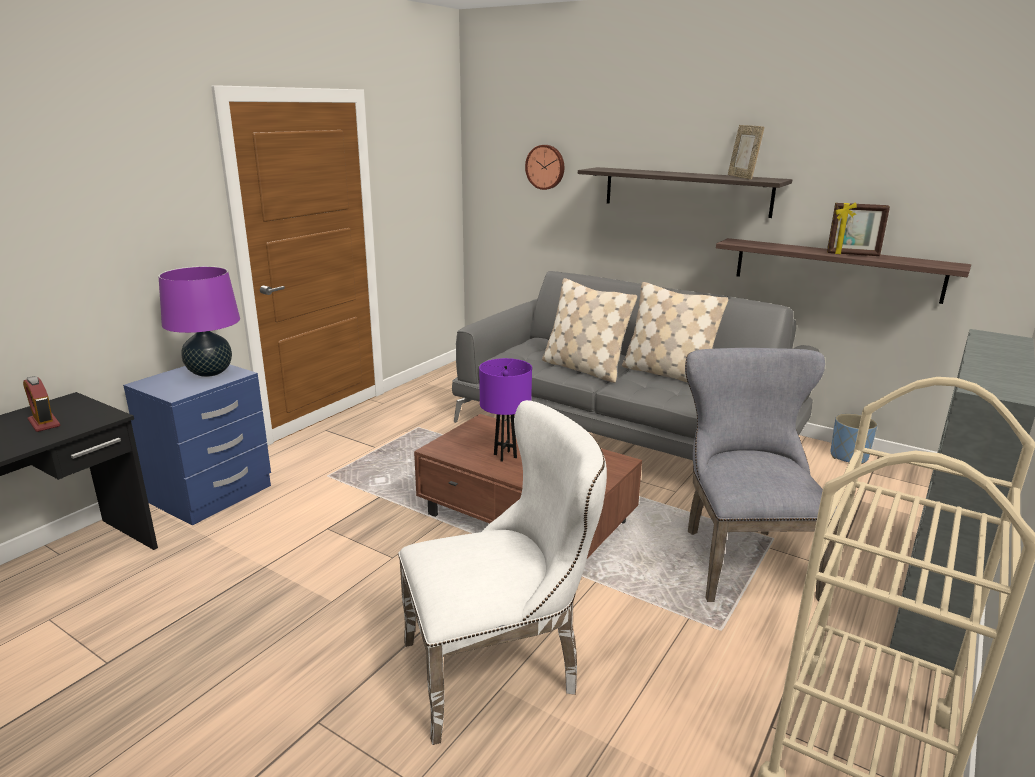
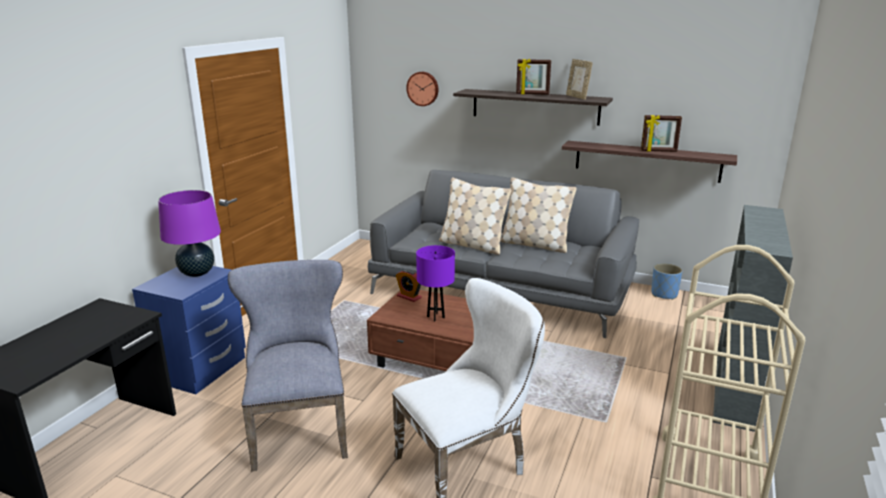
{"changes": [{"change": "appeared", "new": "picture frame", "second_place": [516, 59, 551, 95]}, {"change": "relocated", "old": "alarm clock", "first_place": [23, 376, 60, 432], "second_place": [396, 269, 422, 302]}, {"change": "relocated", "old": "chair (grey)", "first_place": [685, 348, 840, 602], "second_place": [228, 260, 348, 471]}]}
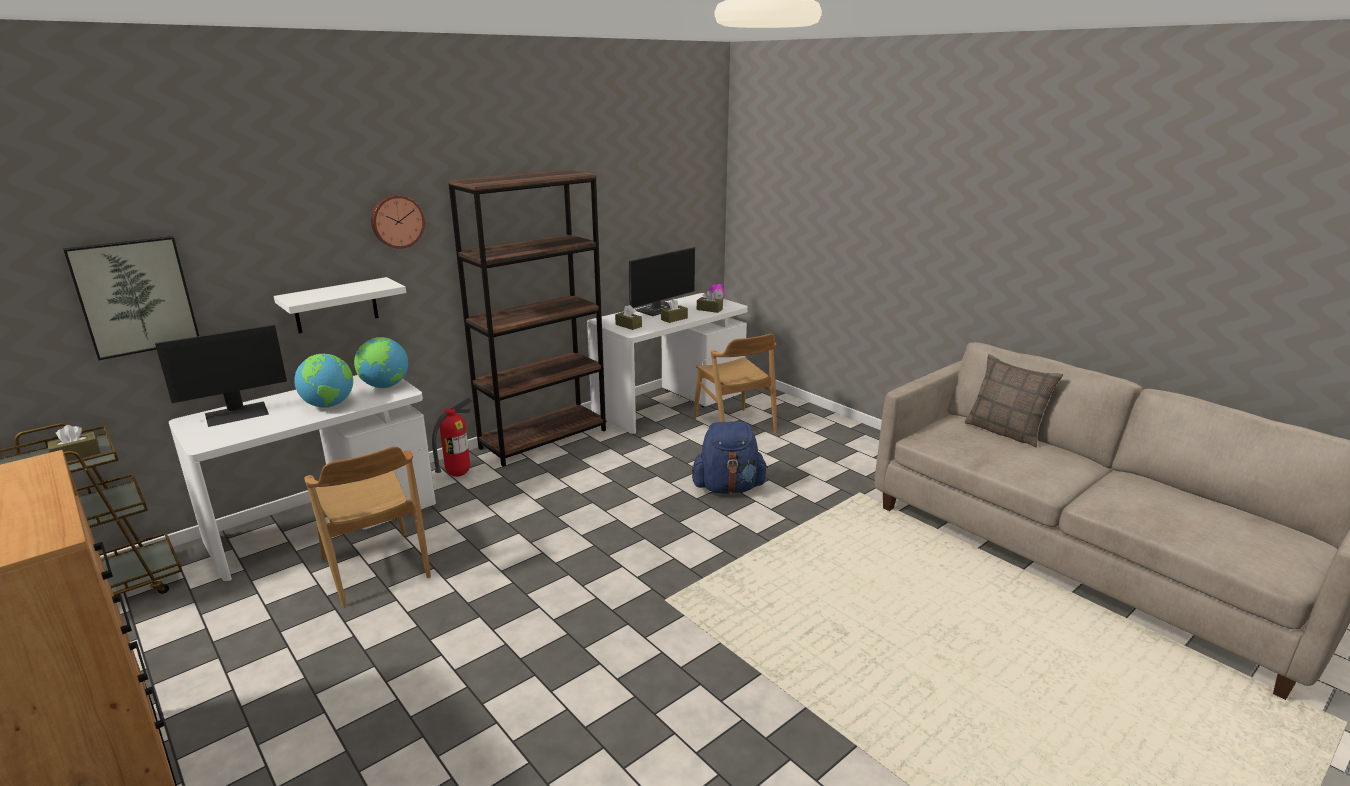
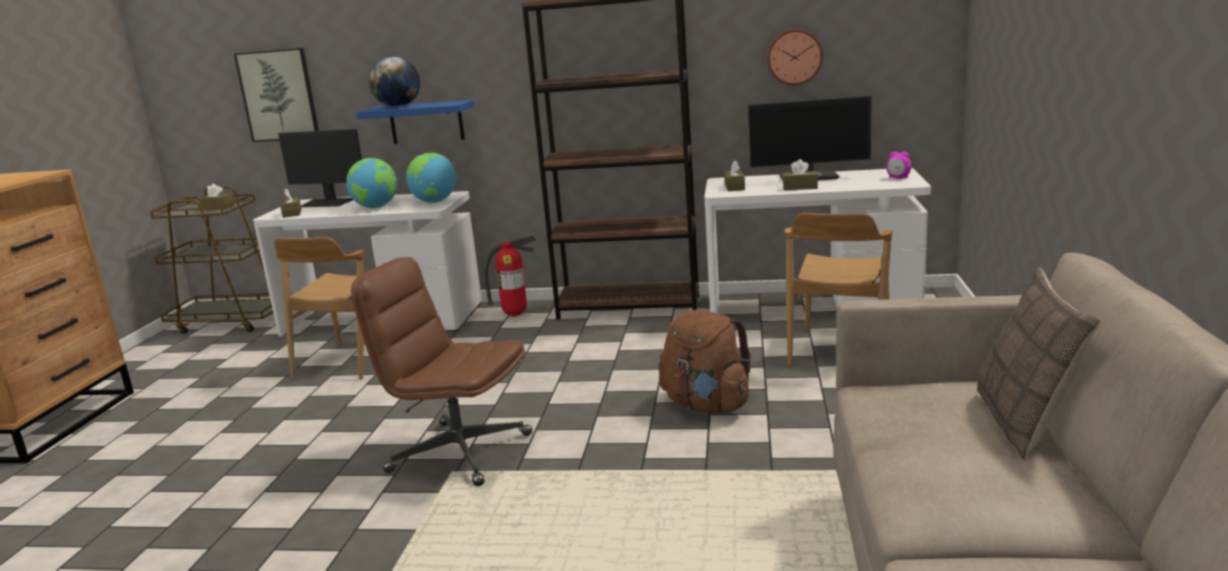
{"changes": [{"change": "appeared", "new": "office chair (brown)", "second_place": [351, 257, 533, 486]}, {"change": "appeared", "new": "globe", "second_place": [369, 56, 420, 107]}, {"change": "relocated", "old": "wall clock", "first_place": [371, 195, 425, 249], "second_place": [767, 29, 823, 86]}, {"change": "relocated", "old": "tissue box (brown)", "first_place": [697, 290, 723, 313], "second_place": [280, 189, 301, 218]}, {"change": "colour", "old": "shelf (white)", "new": "shelf (blue)", "first_place": [274, 277, 406, 333], "second_place": [356, 100, 474, 144]}, {"change": "colour", "old": "backpack (blue)", "new": "backpack (brown)", "first_place": [692, 421, 768, 494], "second_place": [659, 310, 752, 413]}]}
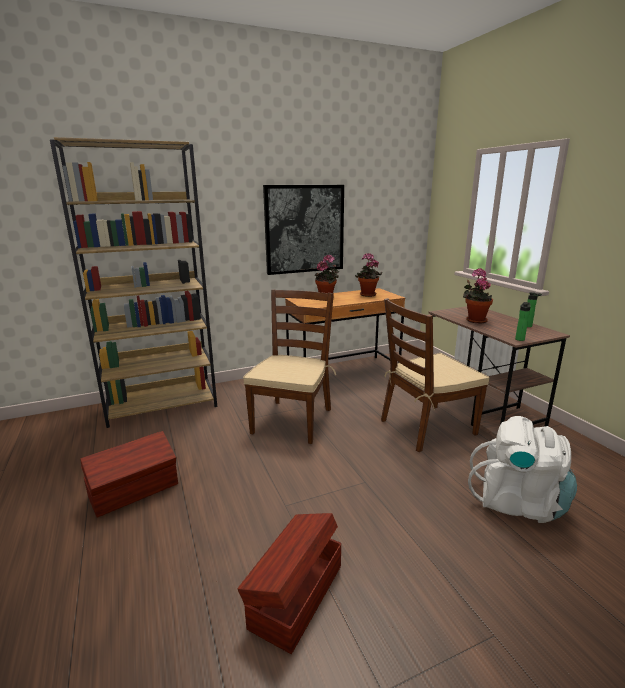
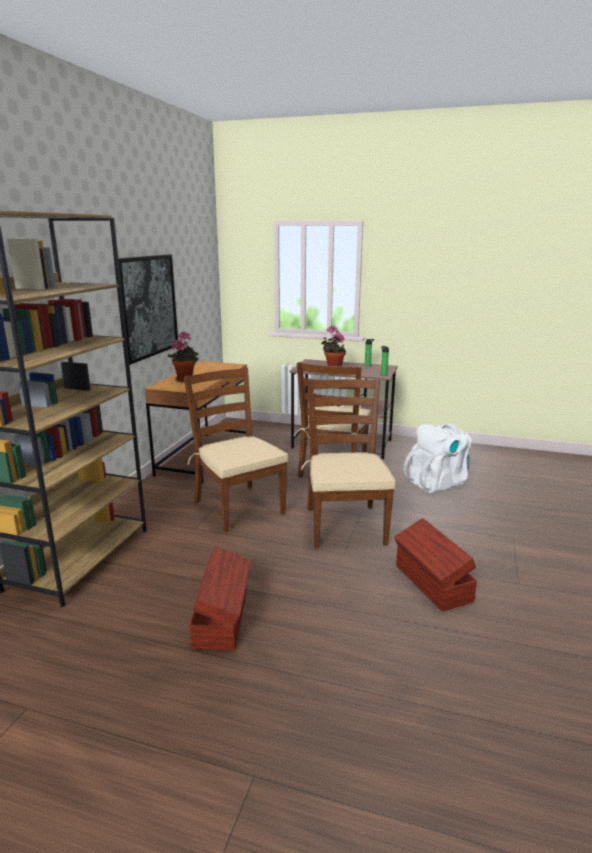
{"changes": [{"change": "missing", "old": "potted plant", "first_place": [355, 253, 383, 297]}, {"change": "appeared", "new": "chair (brown)", "second_place": [301, 379, 396, 548]}]}
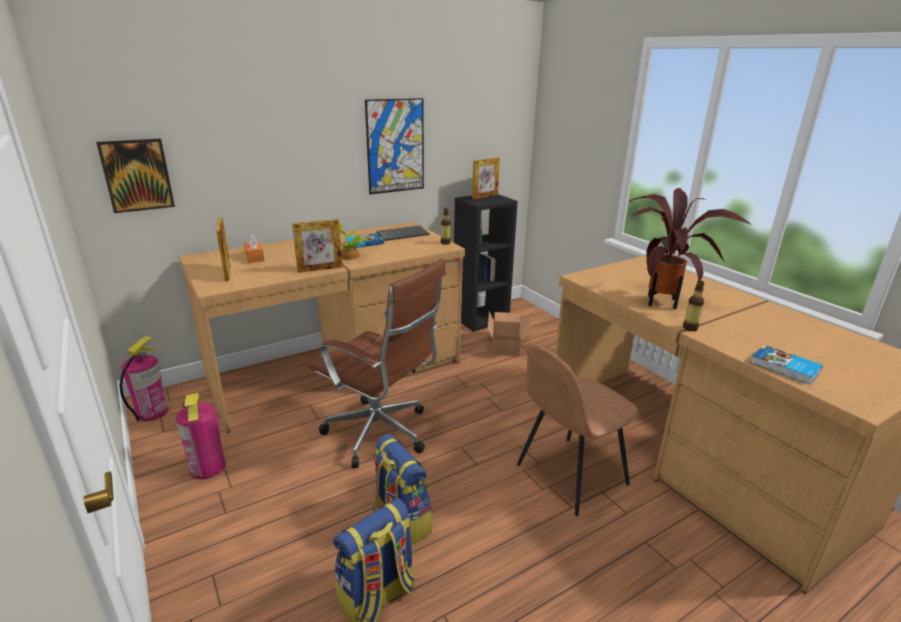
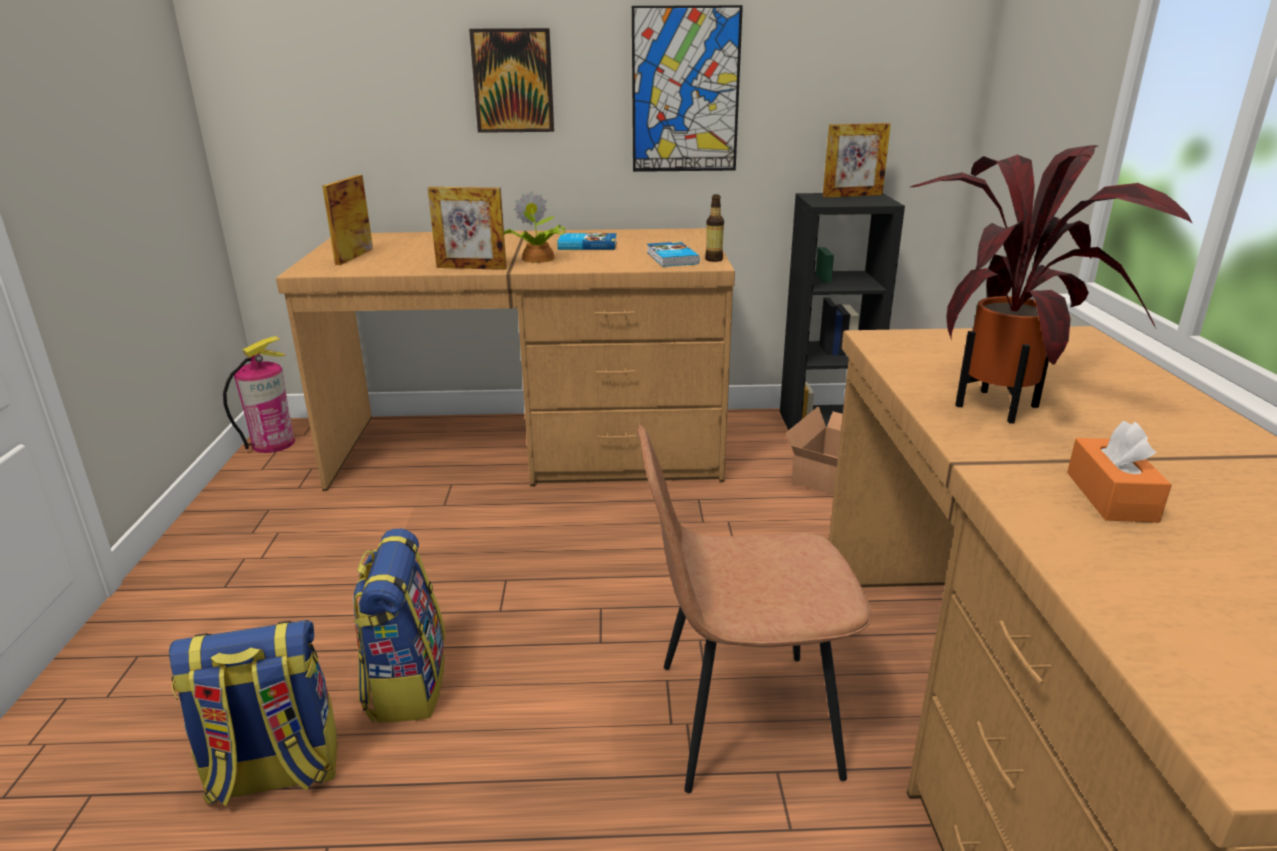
{"changes": [{"change": "missing", "old": "fire extinguisher", "first_place": [175, 393, 226, 480]}, {"change": "missing", "old": "office chair (brown)", "first_place": [309, 259, 446, 468]}, {"change": "missing", "old": "keyboard", "first_place": [377, 225, 429, 241]}, {"change": "missing", "old": "bottle", "first_place": [683, 280, 704, 331]}, {"change": "relocated", "old": "picture", "first_place": [96, 139, 175, 213], "second_place": [469, 28, 554, 133]}, {"change": "relocated", "old": "tissue box (orange)", "first_place": [244, 234, 265, 263], "second_place": [1067, 421, 1172, 523]}, {"change": "relocated", "old": "book", "first_place": [750, 345, 823, 384], "second_place": [647, 242, 700, 267]}]}
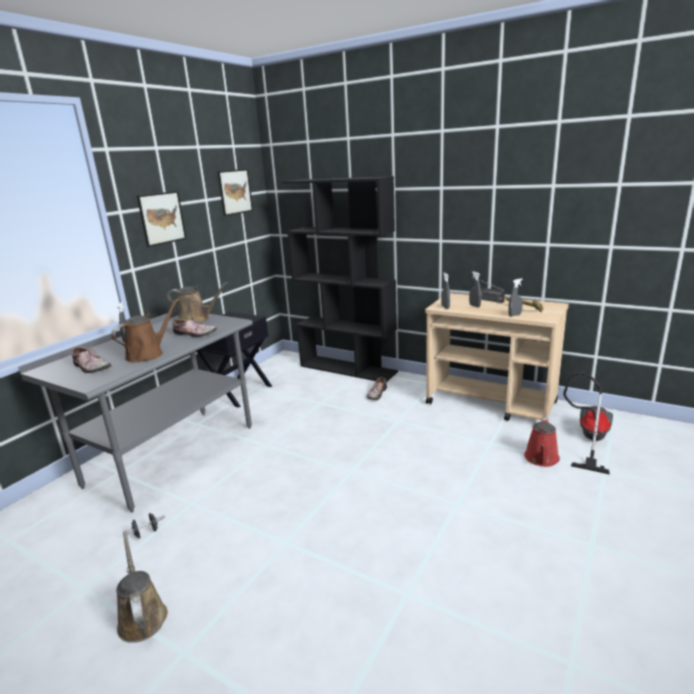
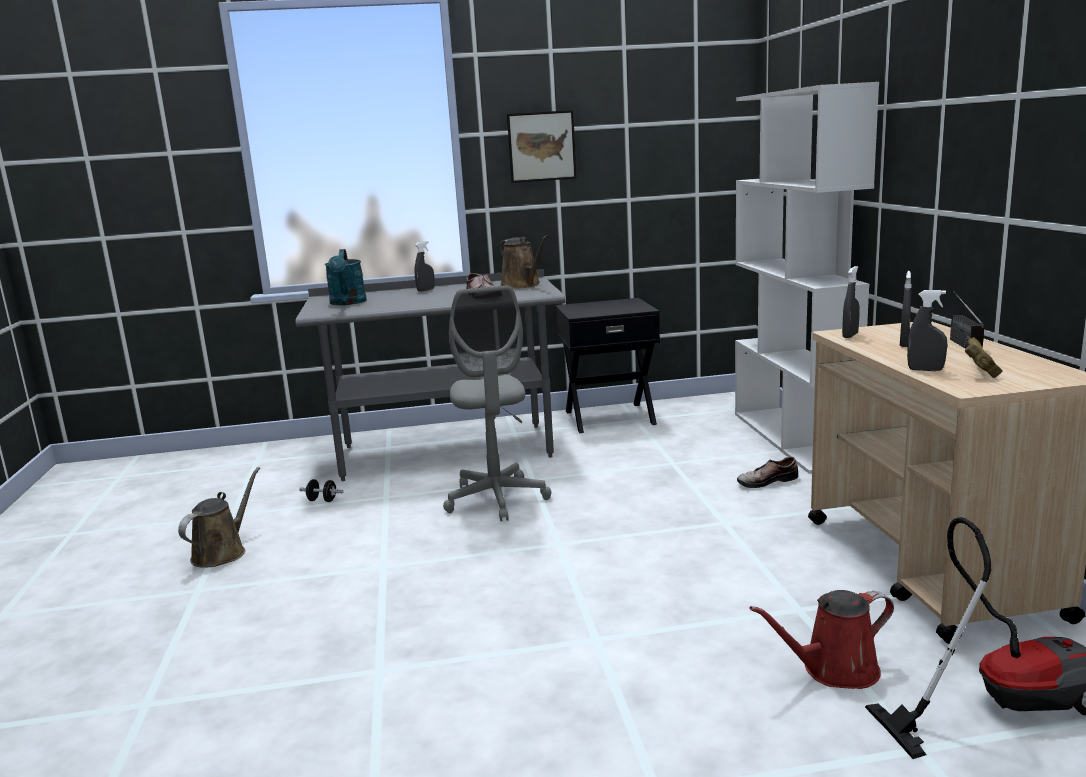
{"changes": [{"change": "missing", "old": "watering can (brown)", "first_place": [111, 299, 179, 362]}, {"change": "missing", "old": "picture", "first_place": [217, 169, 253, 216]}, {"change": "appeared", "new": "office chair (grey)", "second_place": [443, 285, 551, 522]}, {"change": "exchanged", "old": "shoe", "new": "watering can (turquoise)", "first_place": [72, 347, 111, 373], "second_place": [325, 249, 367, 305]}, {"change": "colour", "old": "bookcase (black)", "new": "bookcase (white)", "first_place": [282, 176, 398, 382], "second_place": [735, 82, 879, 474]}]}
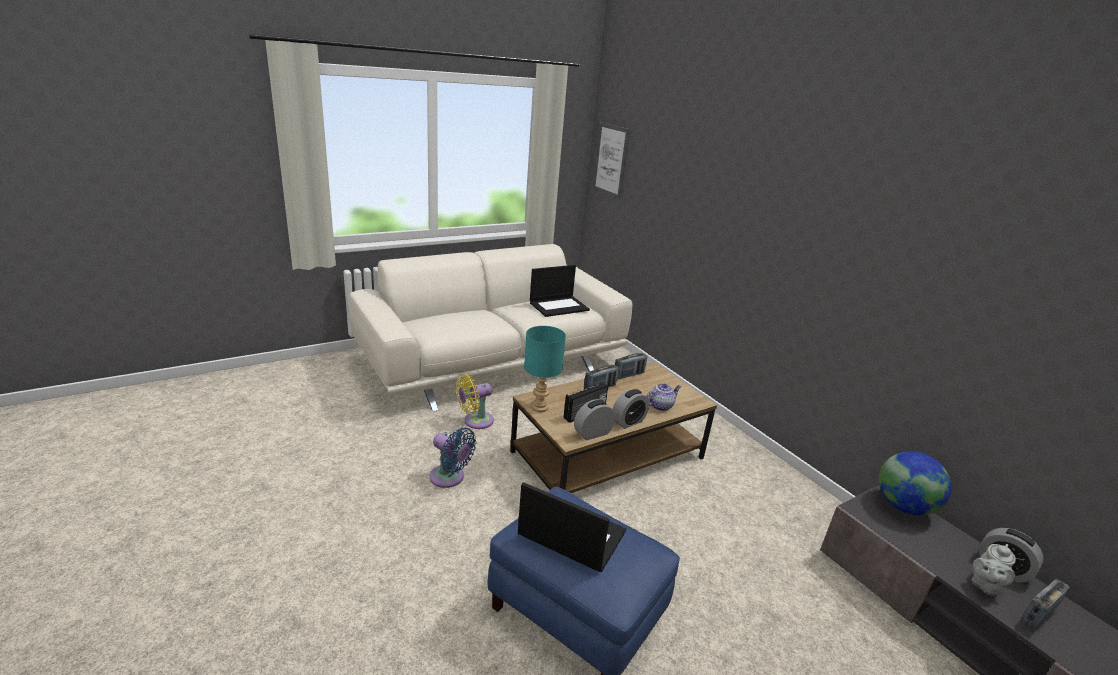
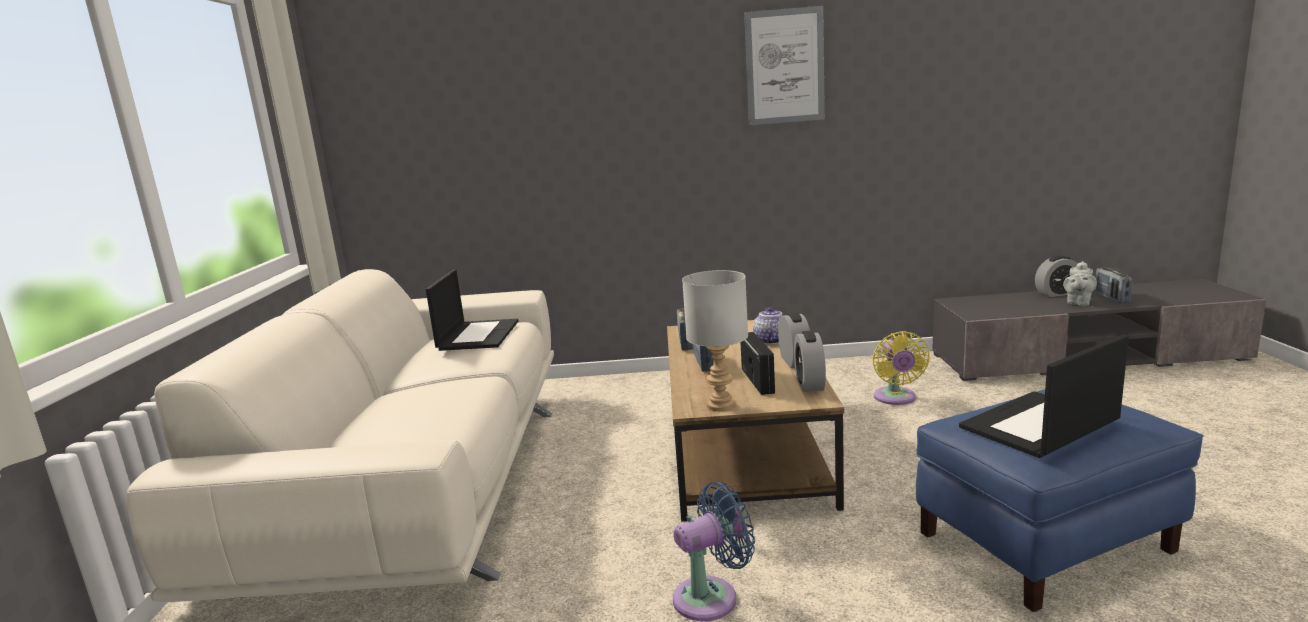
{"changes": [{"change": "missing", "old": "globe", "first_place": [879, 451, 951, 515]}, {"change": "relocated", "old": "fan (yellow)", "first_place": [456, 374, 494, 429], "second_place": [872, 331, 930, 405]}, {"change": "relocated", "old": "picture", "first_place": [593, 122, 630, 199], "second_place": [744, 6, 825, 126]}, {"change": "colour", "old": "table lamp (turquoise)", "new": "table lamp (grey)", "first_place": [524, 326, 566, 412], "second_place": [682, 270, 748, 411]}, {"change": "spun", "old": "teapot (grey)", "first_place": [972, 544, 1016, 596], "second_place": [1063, 261, 1097, 306], "degrees": 45}]}
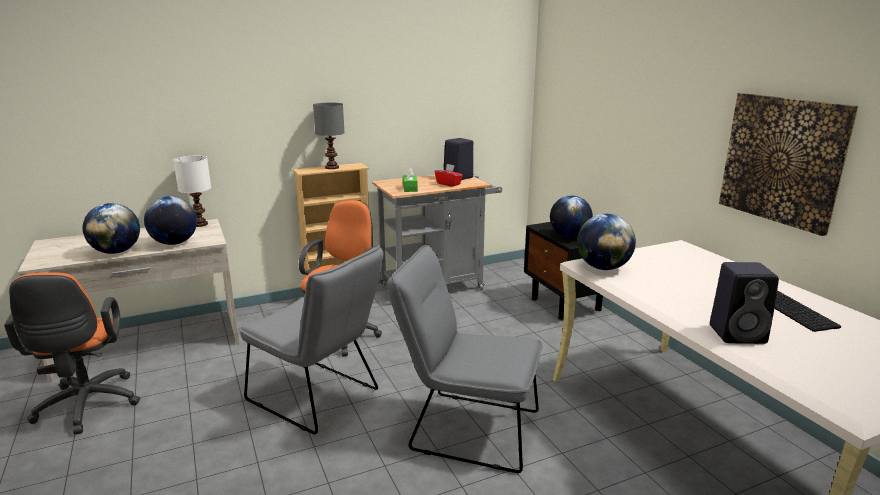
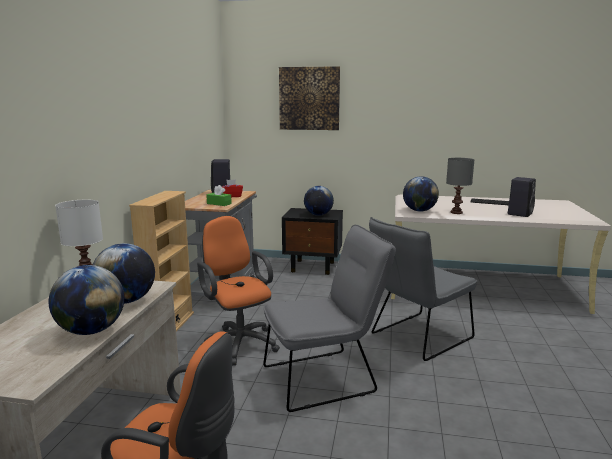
{"changes": [{"change": "relocated", "old": "table lamp (grey)", "first_place": [313, 103, 345, 169], "second_place": [446, 158, 475, 214]}, {"change": "relocated", "old": "picture", "first_place": [719, 93, 858, 236], "second_place": [279, 66, 340, 130]}]}
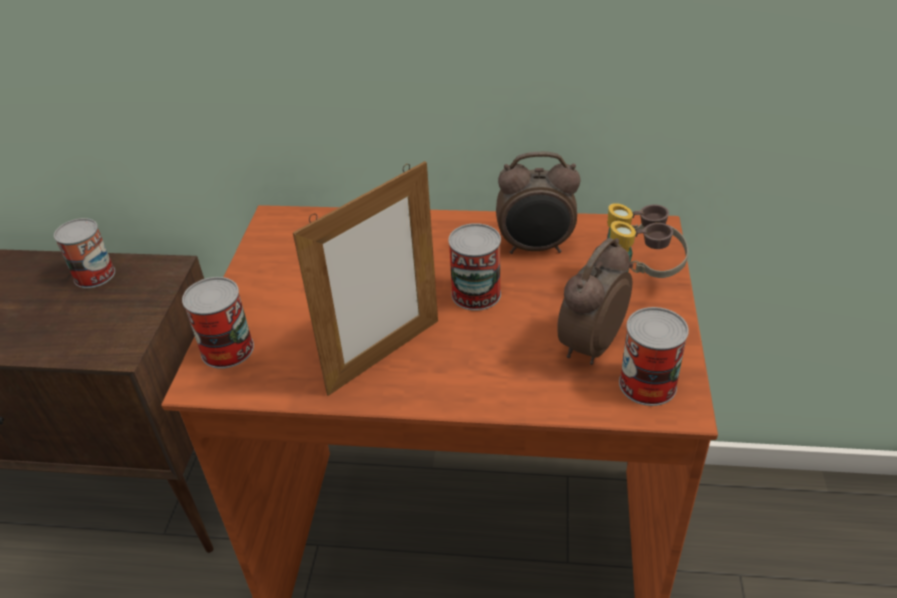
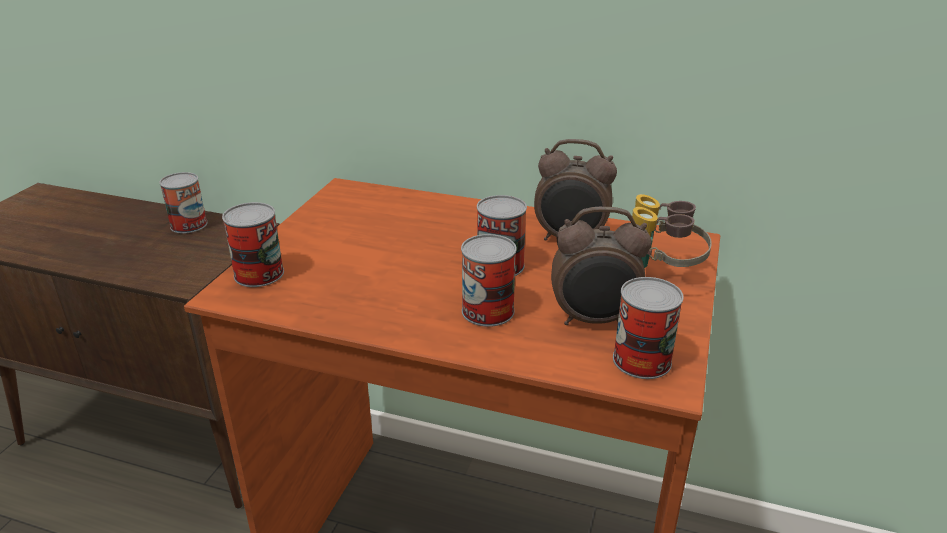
{"changes": [{"change": "missing", "old": "picture frame", "first_place": [293, 161, 438, 396]}, {"change": "appeared", "new": "can", "second_place": [461, 234, 517, 327]}, {"change": "spun", "old": "alarm clock", "first_place": [557, 238, 632, 365], "second_place": [551, 207, 651, 325], "degrees": -135}]}
